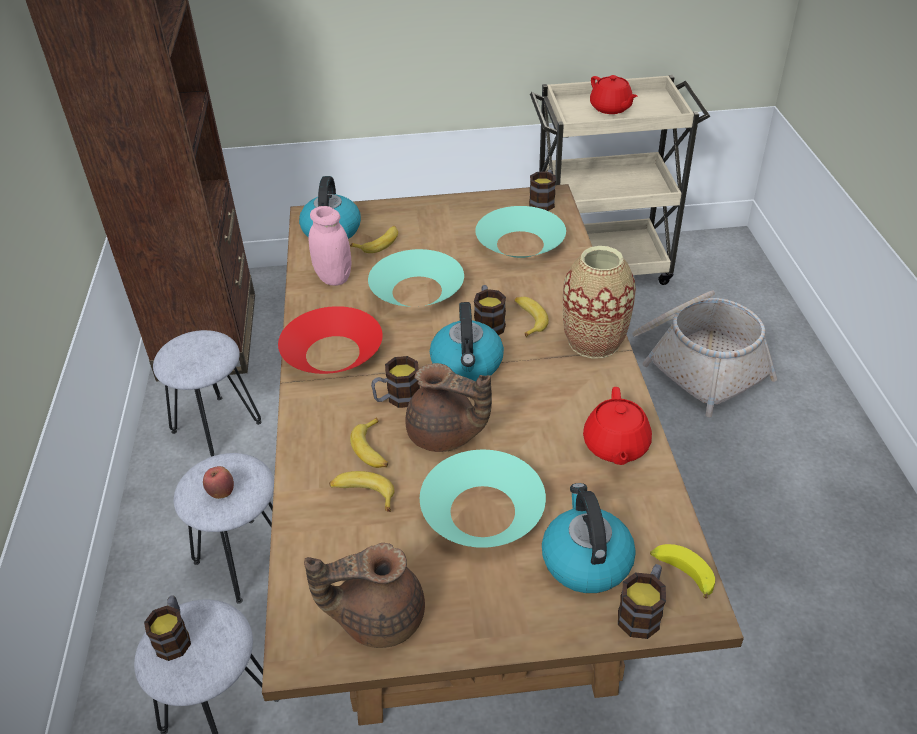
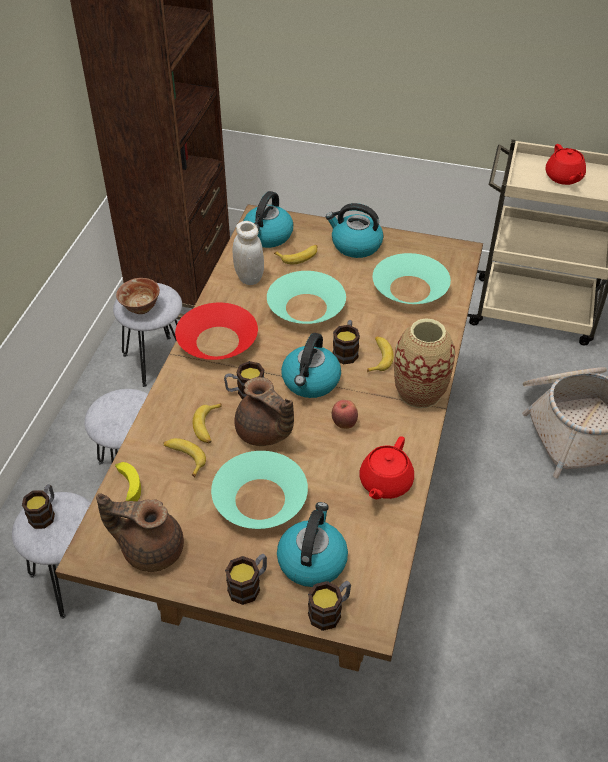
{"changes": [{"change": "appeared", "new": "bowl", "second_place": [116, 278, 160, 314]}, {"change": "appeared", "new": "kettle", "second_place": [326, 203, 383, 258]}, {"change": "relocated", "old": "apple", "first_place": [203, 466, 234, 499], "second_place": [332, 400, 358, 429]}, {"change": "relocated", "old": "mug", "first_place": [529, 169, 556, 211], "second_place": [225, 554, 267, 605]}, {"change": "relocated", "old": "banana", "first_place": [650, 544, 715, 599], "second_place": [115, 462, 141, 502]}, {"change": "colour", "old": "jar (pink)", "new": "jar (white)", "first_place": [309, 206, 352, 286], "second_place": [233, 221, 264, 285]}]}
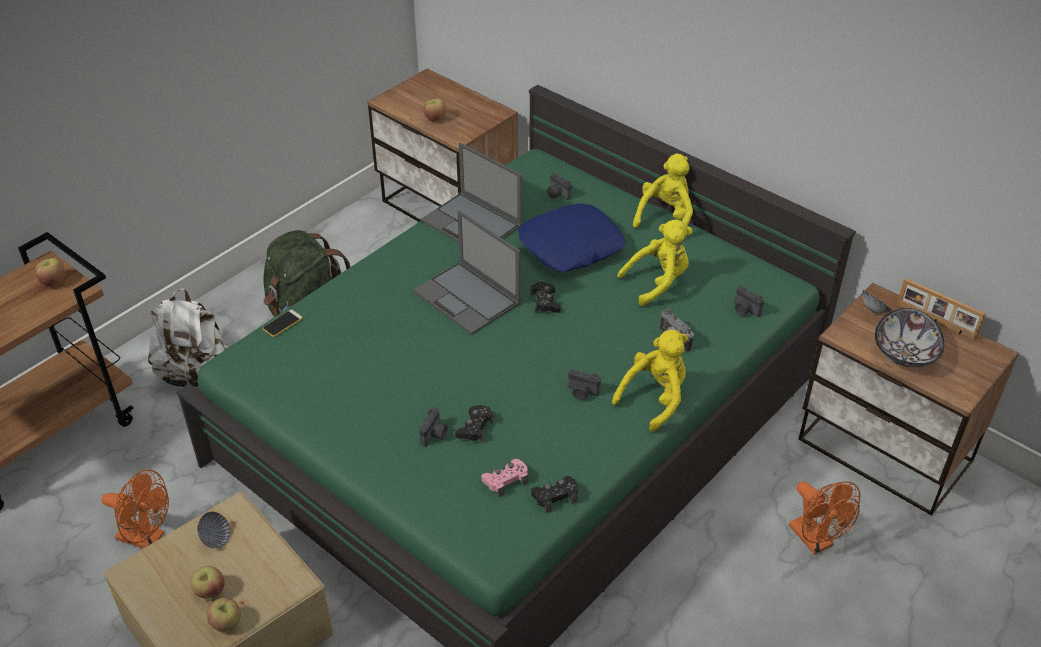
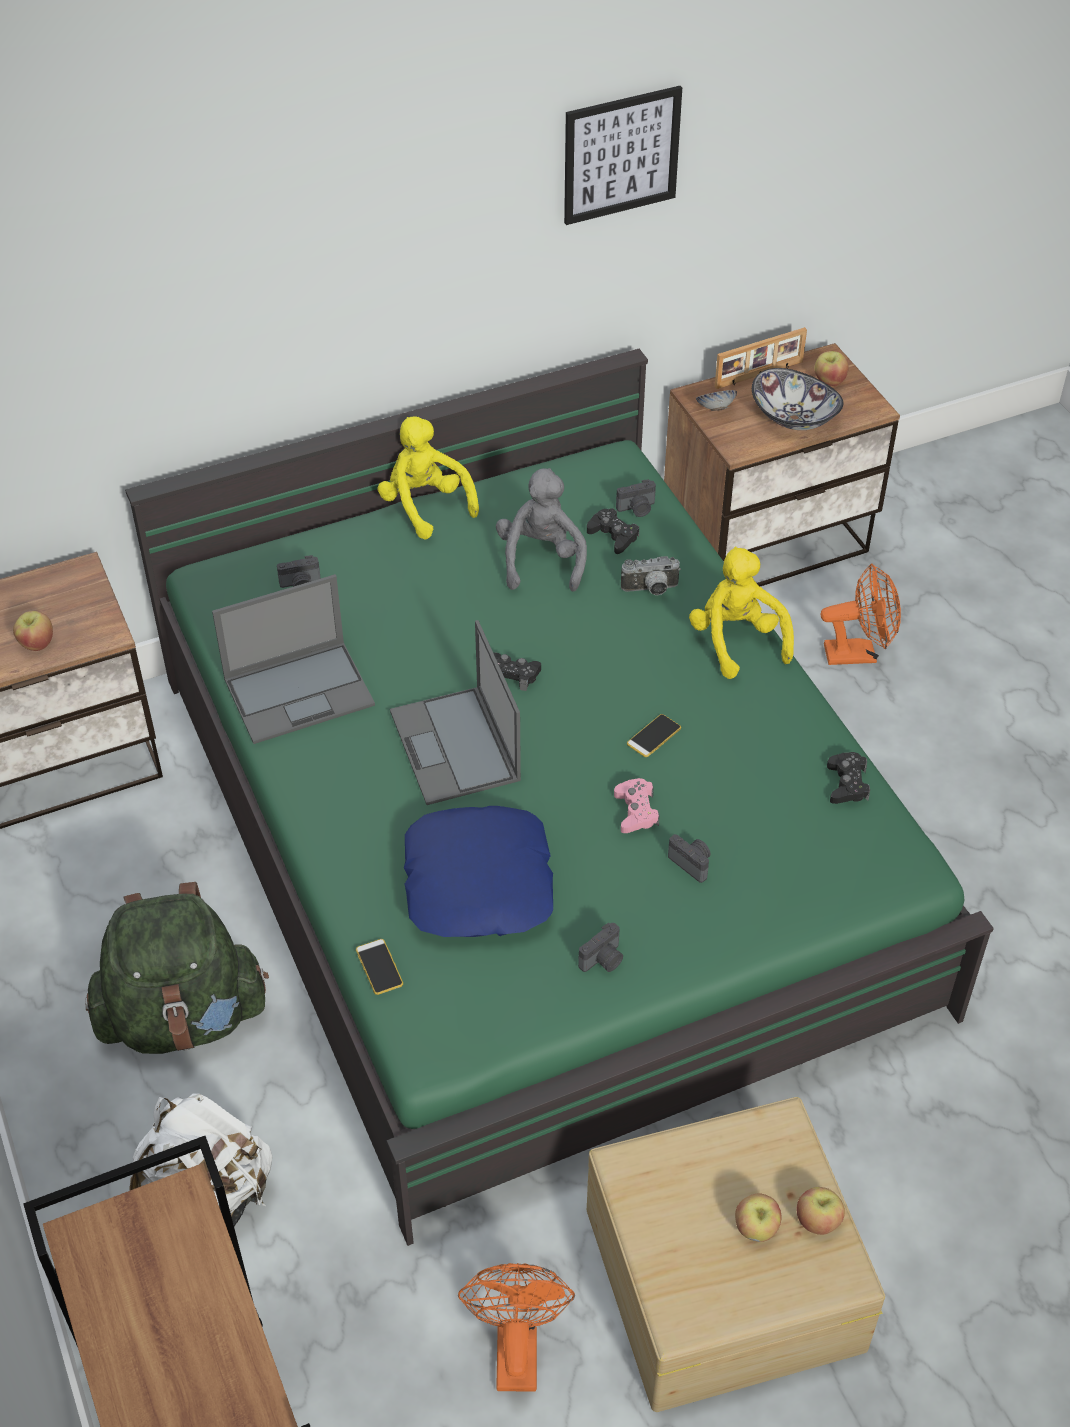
{"changes": [{"change": "missing", "old": "bowl", "first_place": [197, 512, 231, 548]}, {"change": "appeared", "new": "picture", "second_place": [564, 86, 682, 225]}, {"change": "appeared", "new": "phone", "second_place": [627, 714, 681, 757]}, {"change": "relocated", "old": "apple", "first_place": [35, 258, 65, 287], "second_place": [814, 351, 849, 386]}, {"change": "relocated", "old": "game controller (black)", "first_place": [455, 405, 495, 443], "second_place": [587, 508, 639, 554]}, {"change": "relocated", "old": "game controller (pink)", "first_place": [481, 459, 528, 497], "second_place": [614, 778, 659, 833]}, {"change": "relocated", "old": "pillow (blue)", "first_place": [518, 203, 626, 272], "second_place": [404, 806, 553, 937]}, {"change": "relocated", "old": "photo camera", "first_place": [568, 369, 601, 400], "second_place": [578, 923, 623, 972]}, {"change": "colour", "old": "plush toy (yellow)", "new": "plush toy (grey)", "first_place": [618, 219, 693, 306], "second_place": [496, 468, 587, 592]}, {"change": "spun", "old": "fan (orange)", "first_place": [101, 469, 169, 549], "second_place": [458, 1263, 575, 1391], "degrees": -45}, {"change": "spun", "old": "laptop", "first_place": [413, 210, 521, 335], "second_place": [390, 620, 521, 805], "degrees": 90}]}
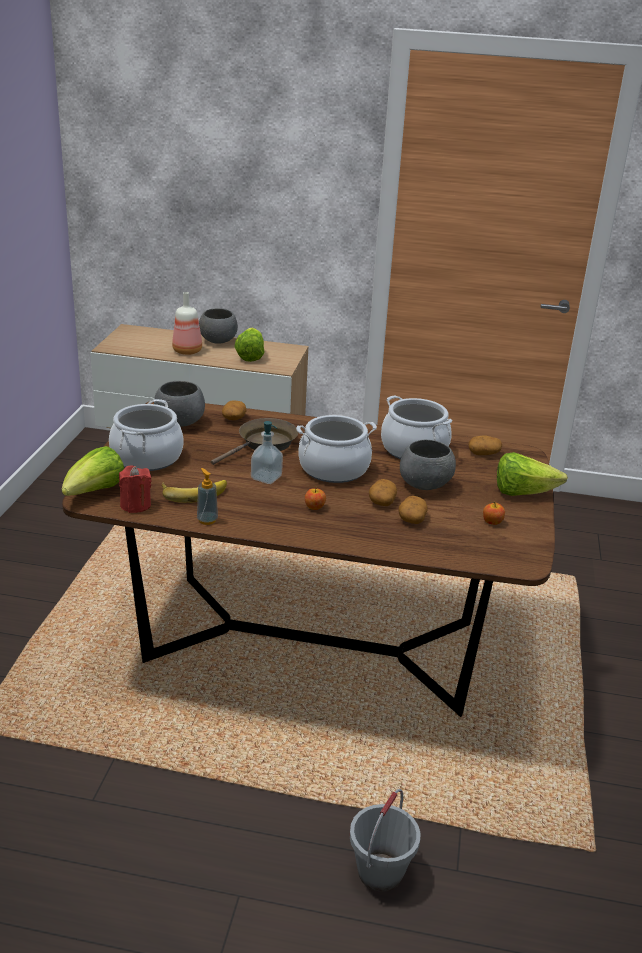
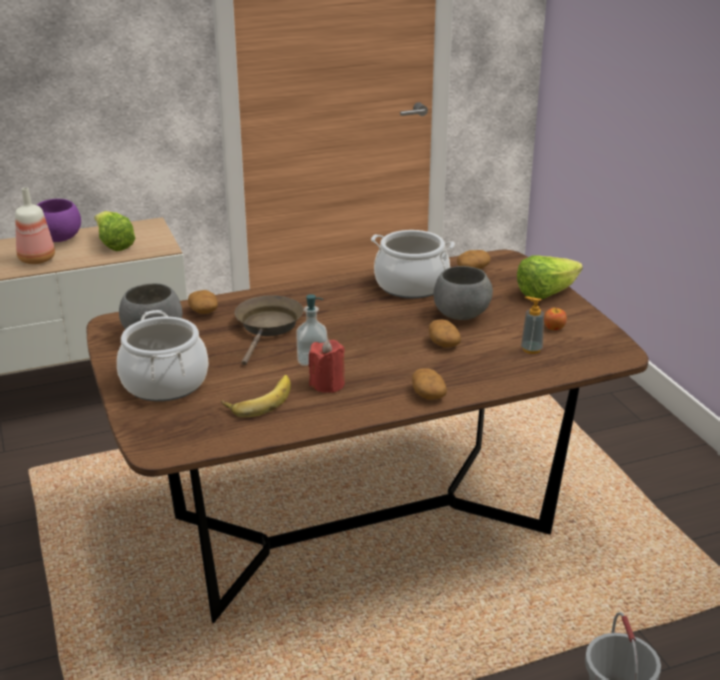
{"changes": [{"change": "missing", "old": "lettuce", "first_place": [62, 446, 124, 496]}, {"change": "missing", "old": "cooking pot", "first_place": [296, 415, 377, 483]}, {"change": "missing", "old": "apple", "first_place": [305, 486, 326, 510]}, {"change": "relocated", "old": "candle (red)", "first_place": [119, 466, 151, 513], "second_place": [308, 340, 345, 393]}, {"change": "relocated", "old": "soap dispenser", "first_place": [197, 468, 218, 525], "second_place": [521, 297, 544, 354]}, {"change": "relocated", "old": "potato", "first_place": [398, 496, 428, 524], "second_place": [412, 368, 447, 400]}, {"change": "colour", "old": "bowl (grey)", "new": "bowl (purple)", "first_place": [199, 308, 238, 344], "second_place": [37, 199, 81, 242]}]}
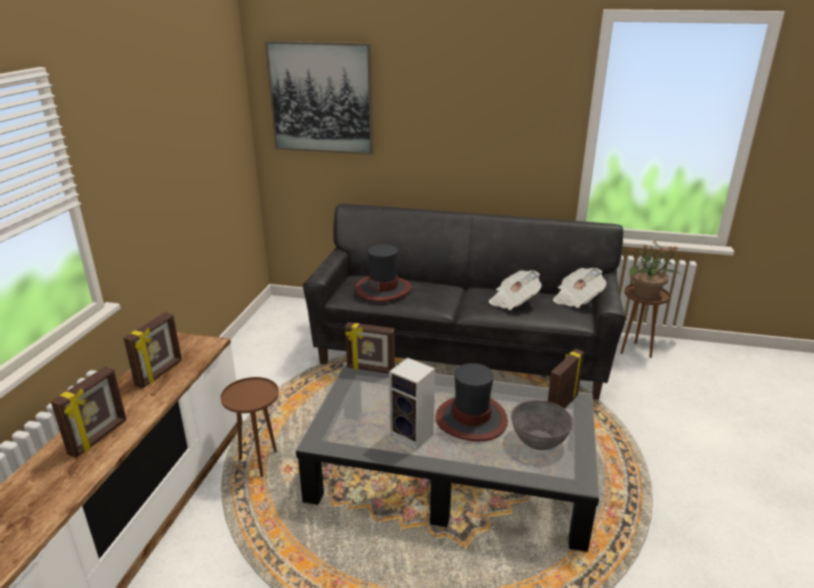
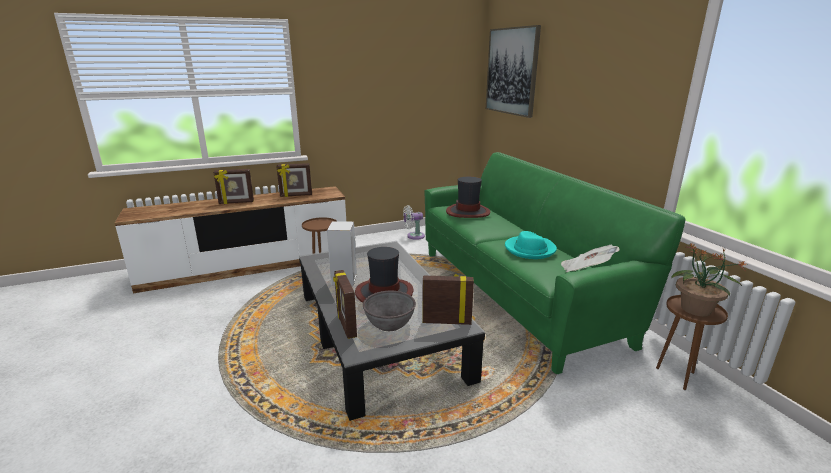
{"changes": [{"change": "appeared", "new": "fan (white)", "second_place": [403, 205, 425, 240]}, {"change": "relocated", "old": "picture frame", "first_place": [345, 322, 395, 373], "second_place": [333, 270, 357, 339]}, {"change": "exchanged", "old": "newspaper", "new": "hat (turquoise)", "first_place": [489, 270, 542, 310], "second_place": [505, 231, 557, 259]}, {"change": "colour", "old": "sofa (black)", "new": "sofa (green)", "first_place": [303, 204, 626, 399], "second_place": [424, 152, 685, 374]}]}
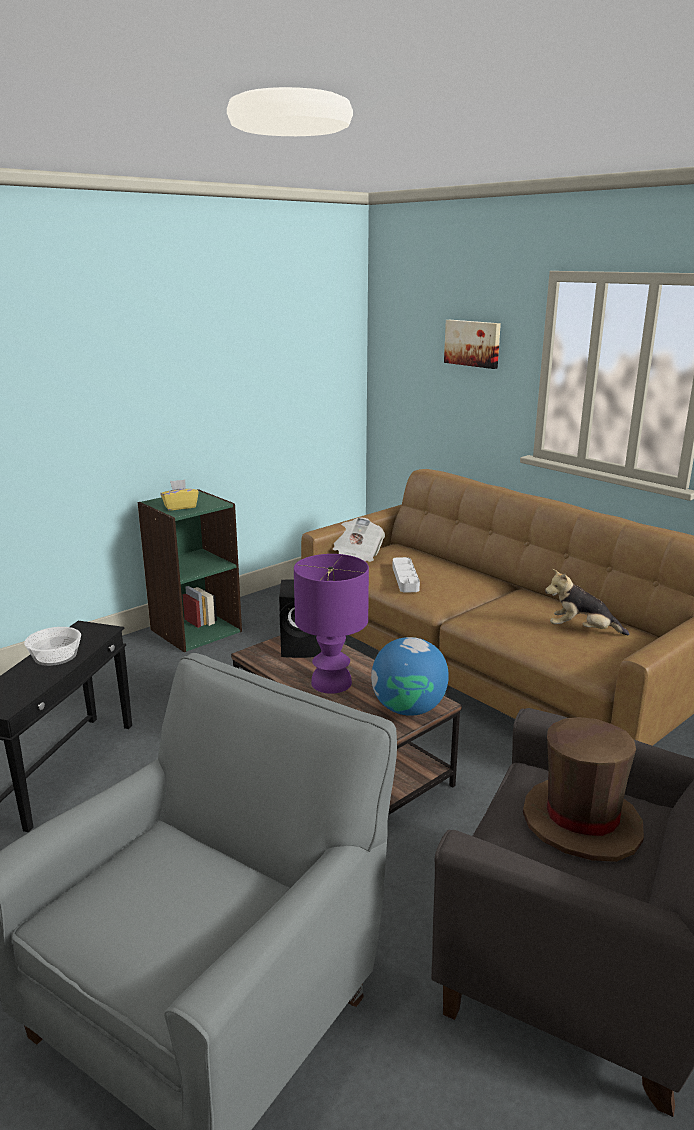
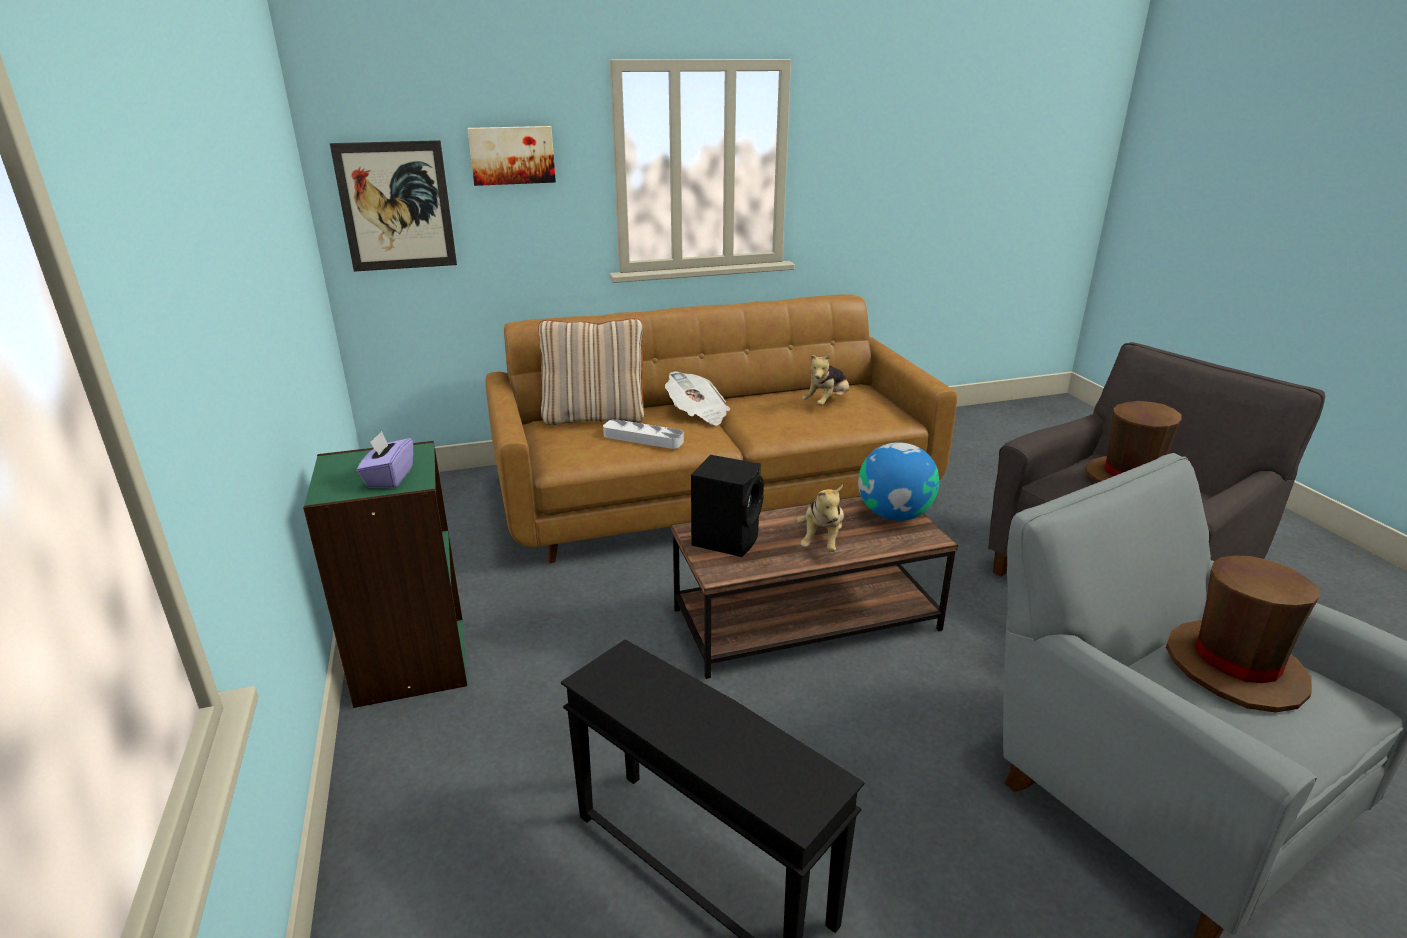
{"changes": [{"change": "missing", "old": "bowl", "first_place": [24, 627, 81, 666]}, {"change": "appeared", "new": "picture", "second_place": [330, 140, 457, 272]}, {"change": "appeared", "new": "pillow (beige)", "second_place": [538, 318, 645, 425]}, {"change": "appeared", "new": "hat (brown)", "second_place": [1166, 555, 1320, 713]}, {"change": "relocated", "old": "newspaper", "first_place": [333, 517, 385, 562], "second_place": [665, 371, 730, 426]}, {"change": "exchanged", "old": "table lamp (purple)", "new": "plush toy", "first_place": [294, 554, 369, 694], "second_place": [797, 484, 844, 552]}, {"change": "colour", "old": "tissue box (yellow)", "new": "tissue box (purple)", "first_place": [160, 479, 199, 511], "second_place": [357, 431, 413, 488]}]}
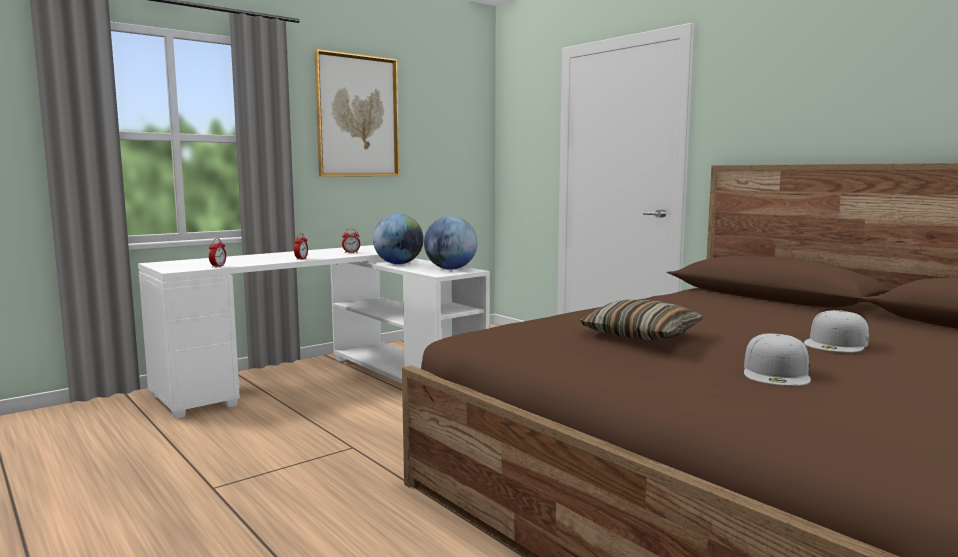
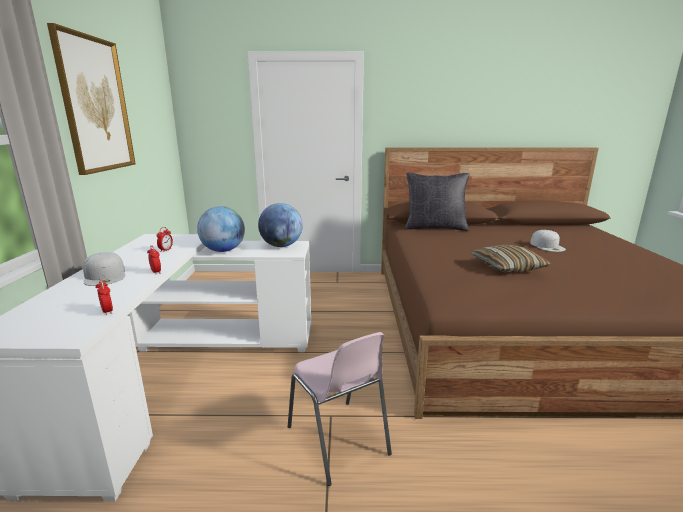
{"changes": [{"change": "appeared", "new": "chair (pink)", "second_place": [288, 332, 392, 486]}, {"change": "appeared", "new": "pillow (black)", "second_place": [405, 173, 469, 231]}, {"change": "relocated", "old": "cap (white)", "first_place": [744, 334, 811, 386], "second_place": [83, 252, 125, 286]}]}
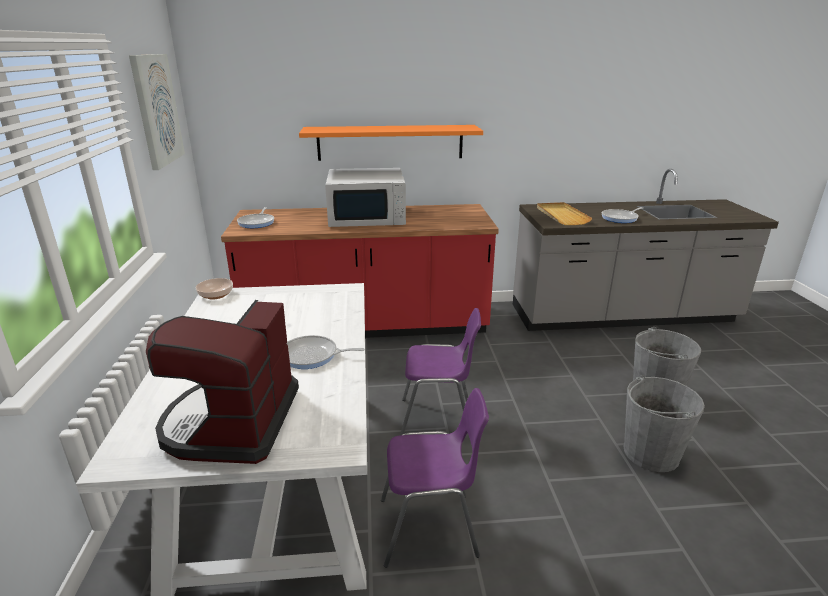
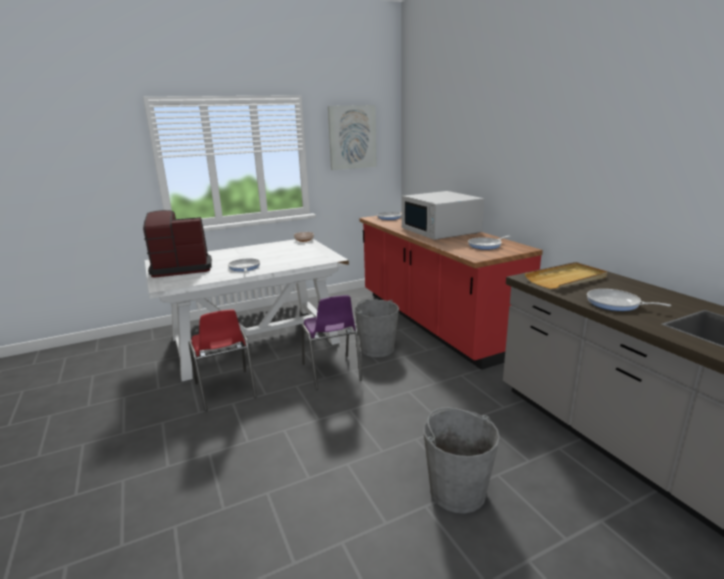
{"changes": [{"change": "missing", "old": "shelf (orange)", "first_place": [299, 125, 483, 161]}, {"change": "appeared", "new": "frying pan", "second_place": [468, 236, 511, 250]}, {"change": "relocated", "old": "bucket (grey)", "first_place": [624, 375, 705, 472], "second_place": [354, 299, 399, 357]}, {"change": "colour", "old": "chair (purple)", "new": "chair (red)", "first_place": [381, 388, 489, 568], "second_place": [188, 309, 257, 411]}]}
